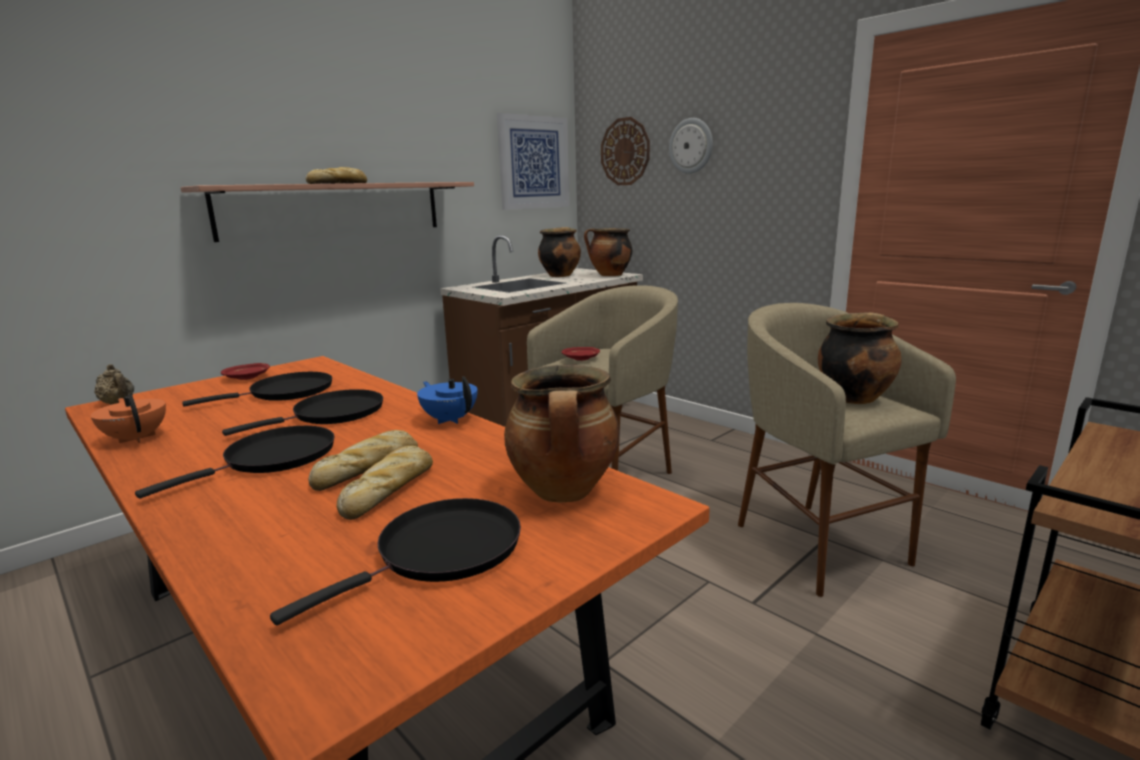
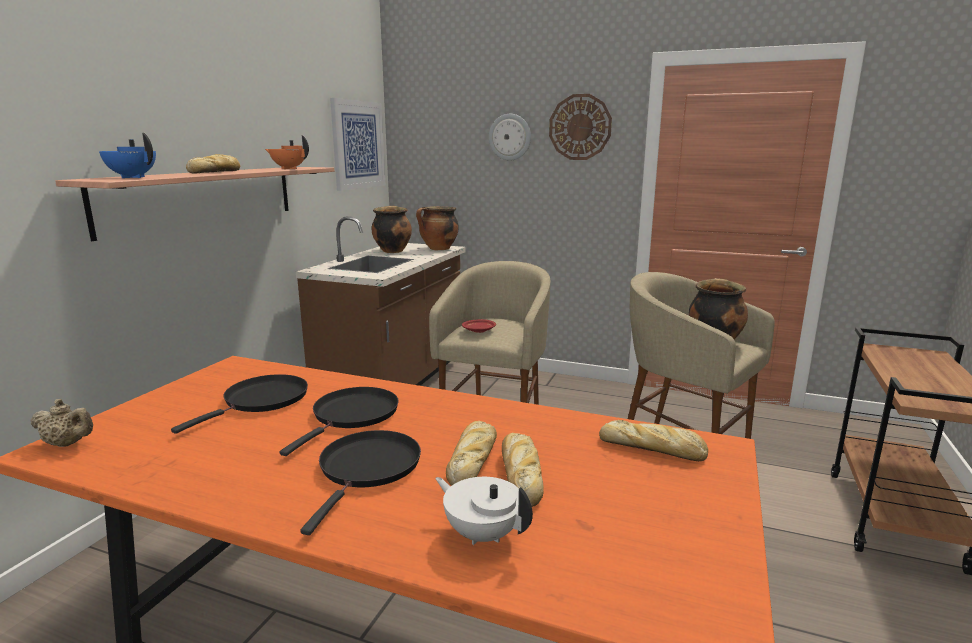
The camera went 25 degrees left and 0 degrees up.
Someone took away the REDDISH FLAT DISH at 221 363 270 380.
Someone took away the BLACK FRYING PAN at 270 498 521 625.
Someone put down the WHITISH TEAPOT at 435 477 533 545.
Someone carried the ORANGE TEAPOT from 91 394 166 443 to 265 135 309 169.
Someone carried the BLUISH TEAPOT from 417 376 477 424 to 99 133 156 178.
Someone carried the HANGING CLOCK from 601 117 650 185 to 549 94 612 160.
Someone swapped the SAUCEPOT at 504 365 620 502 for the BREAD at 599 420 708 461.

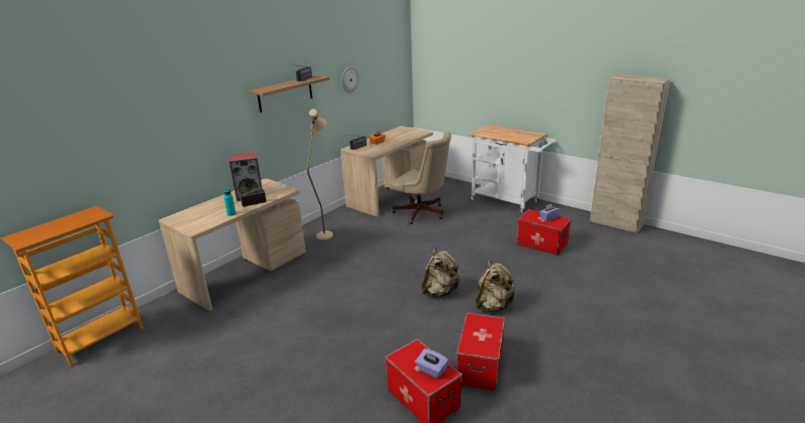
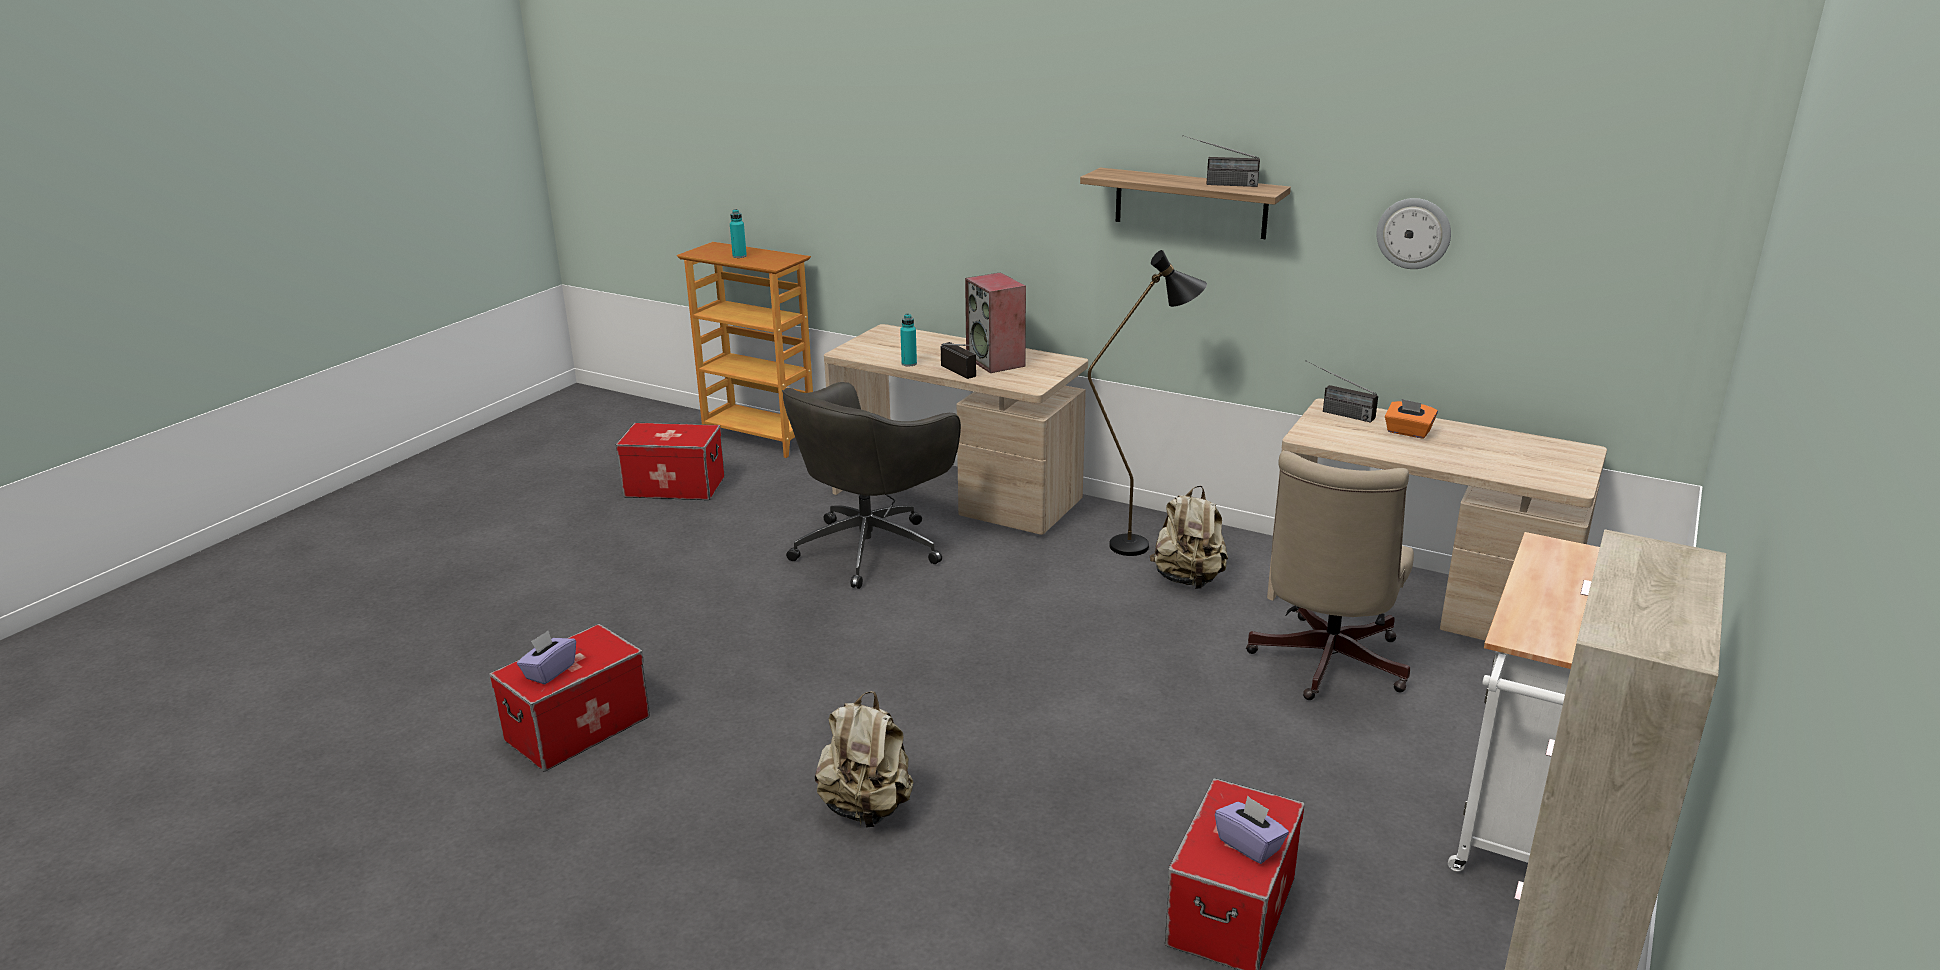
The camera went 80 degrees right and 0 degrees up.
Someone put down the TURQUOISE BEVERAGE BOTTLE at 730 209 747 258.
Someone put down the GRAY DESK CHAIR at 782 382 961 589.
Someone carried the BEIGE-COLOURED RUCKSACK from 422 248 460 297 to 1150 485 1228 589.
Someone carried the STORAGE BIN from 456 313 505 392 to 616 423 725 500.
Someone repainted the BEIGE-COLOURED STANDARD LAMP at 307 109 333 240, which became the BLACK STANDARD LAMP at 1088 250 1207 556.

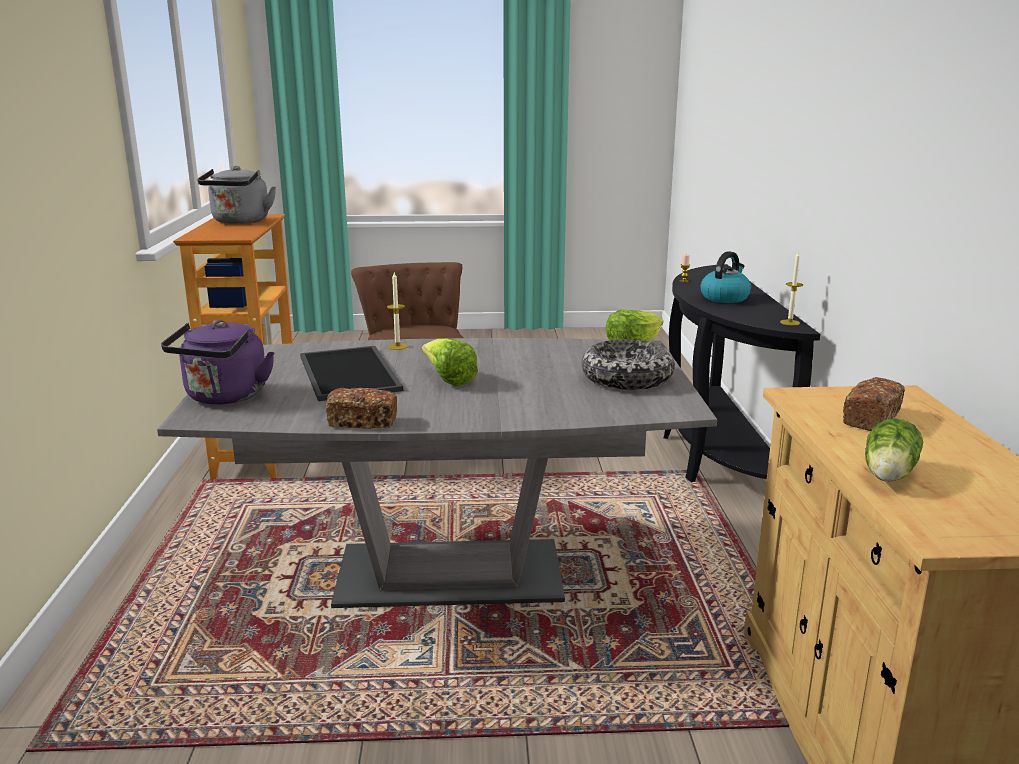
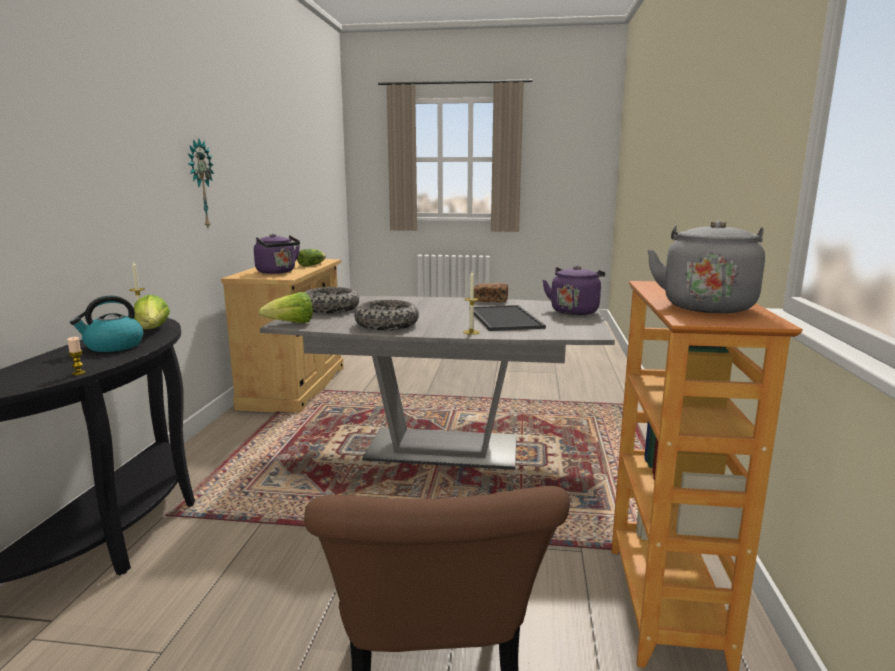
The camera went 170 degrees left and 5 degrees down.
Someone put up the HANGING CLOCK at 188 139 214 228.
Someone put down the SERVING BOWL at 354 300 419 330.
Someone carried the HEAD OF LETTUCE from 422 338 478 386 to 134 295 170 329.
Someone swapped the BREAD at 843 377 905 431 for the PURPLE-COLOURED TEA KETTLE at 254 234 300 274.

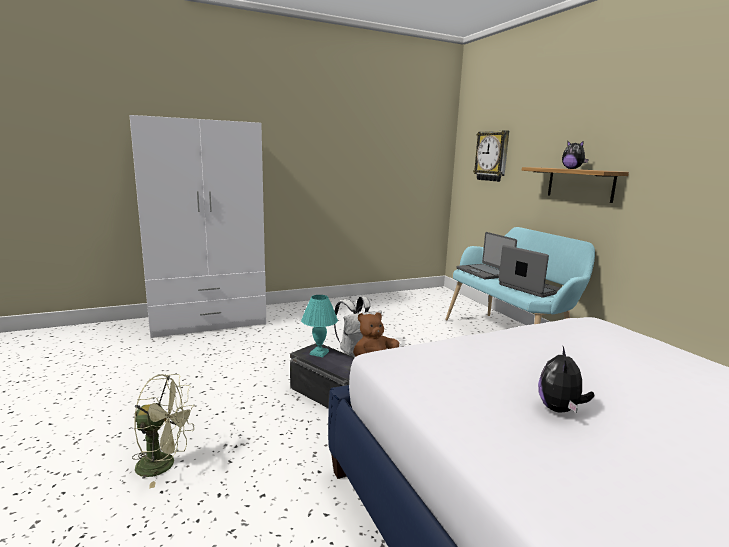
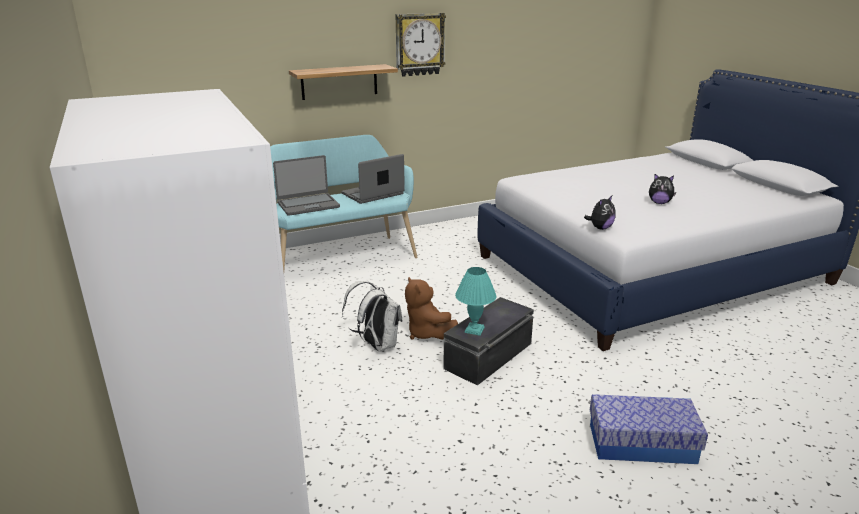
The camera went 90 degrees left and 10 degrees up.
Someone carried the HANGING CLOCK from 473 130 509 182 to 395 13 446 77.
Someone carried the CUDDLY TOY from 562 141 589 169 to 584 196 616 230.
Someone swapped the GREEN COOLING FAN at 132 374 196 488 for the STORAGE BIN at 590 394 708 464.

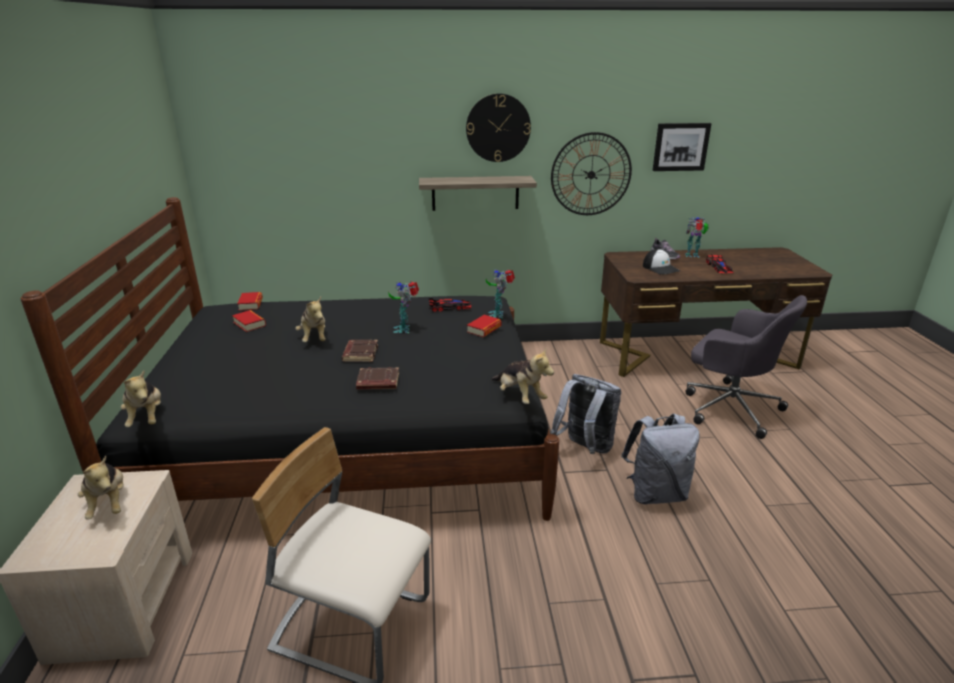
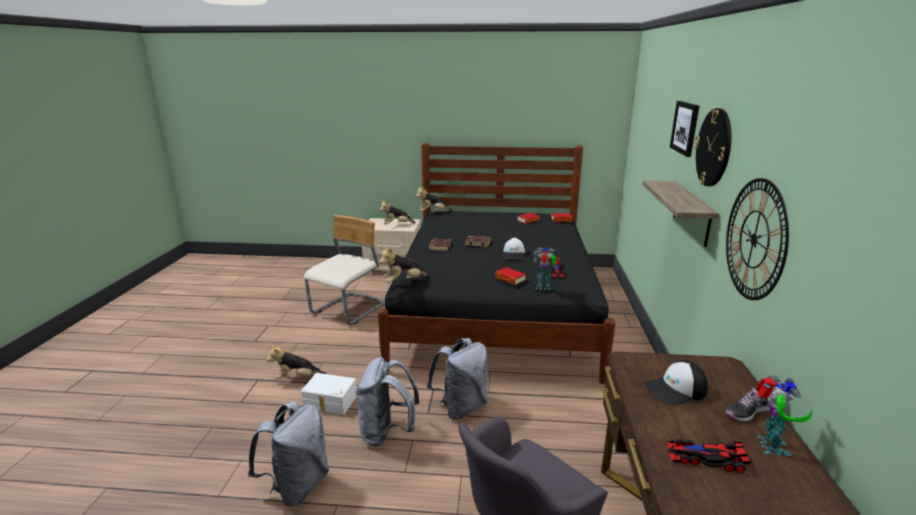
The camera went 100 degrees right and 5 degrees down.
Someone put down the GRAY RUCKSACK at 248 401 329 506.
Someone put down the WHITISH STORAGE BIN at 301 373 357 415.
Someone carried the CUDDLY TOY from 295 297 326 342 to 267 345 327 379.
Someone carried the WALL ART from 652 123 711 171 to 670 101 699 157.
Someone swapped the MODEL ROBOT at 389 282 419 333 for the CAP at 502 237 526 260.

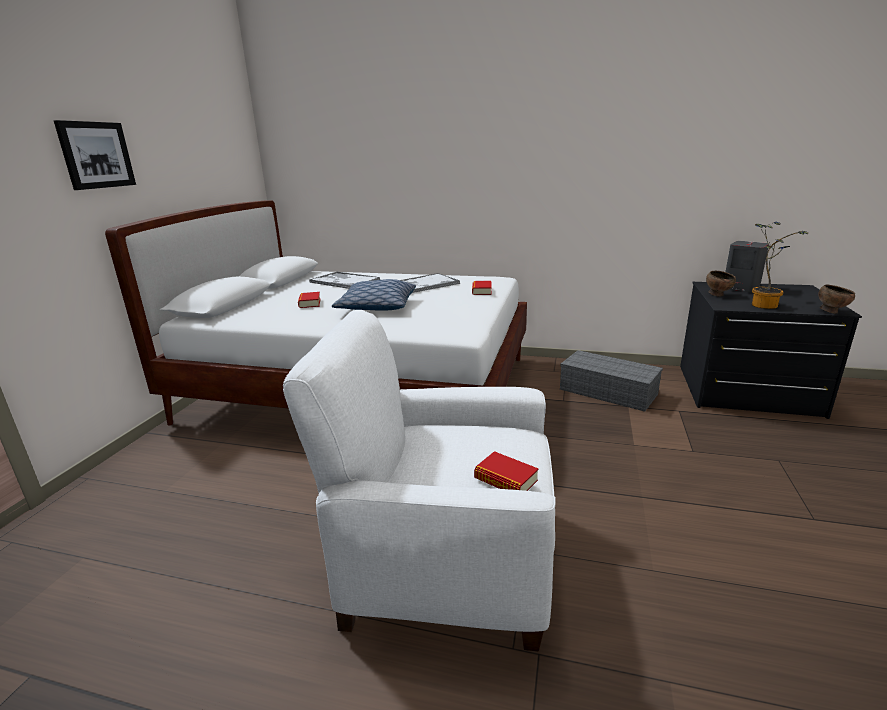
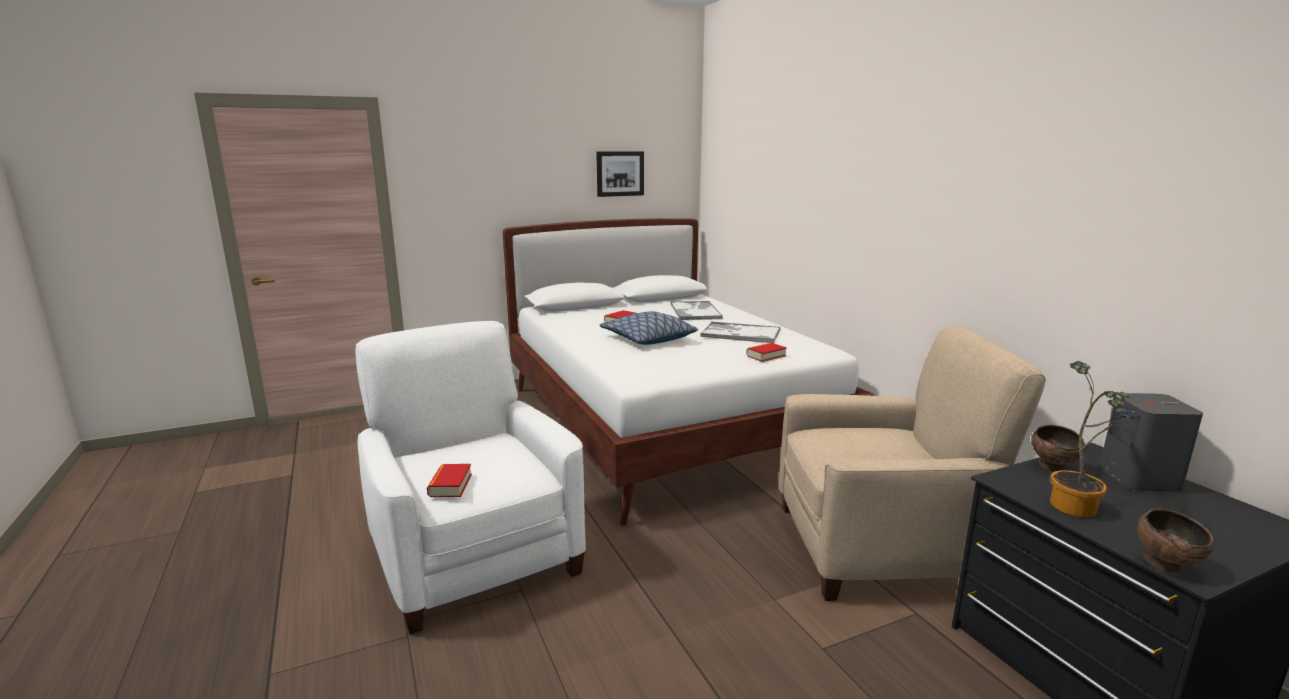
The camera went 50 degrees right and 5 degrees down.
Someone carried the WALL ART from 54 120 136 190 to 596 151 644 197.
Someone swapped the GRAY STORAGE BIN at 560 350 663 412 for the BEIGE-COLOURED ARMCHAIR at 779 326 1046 601.

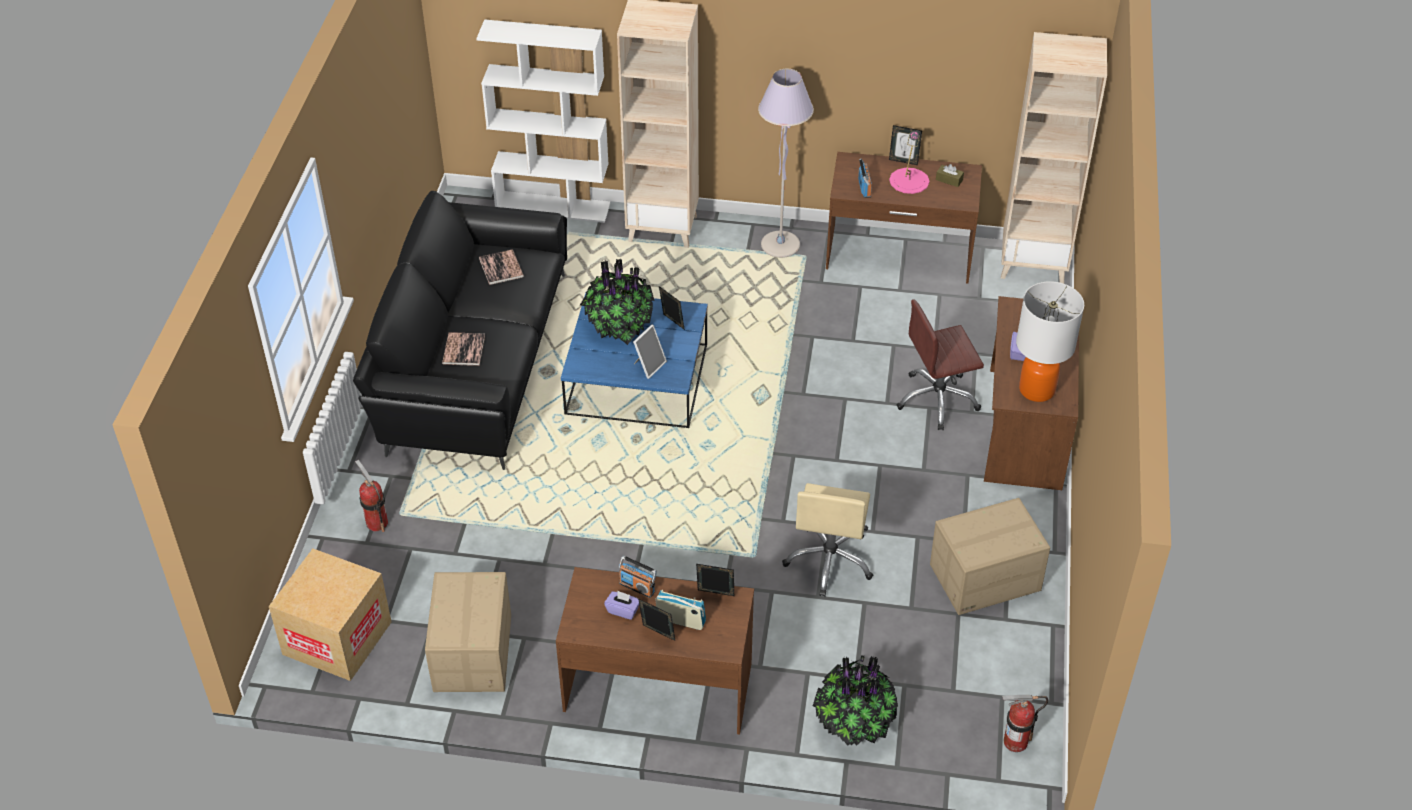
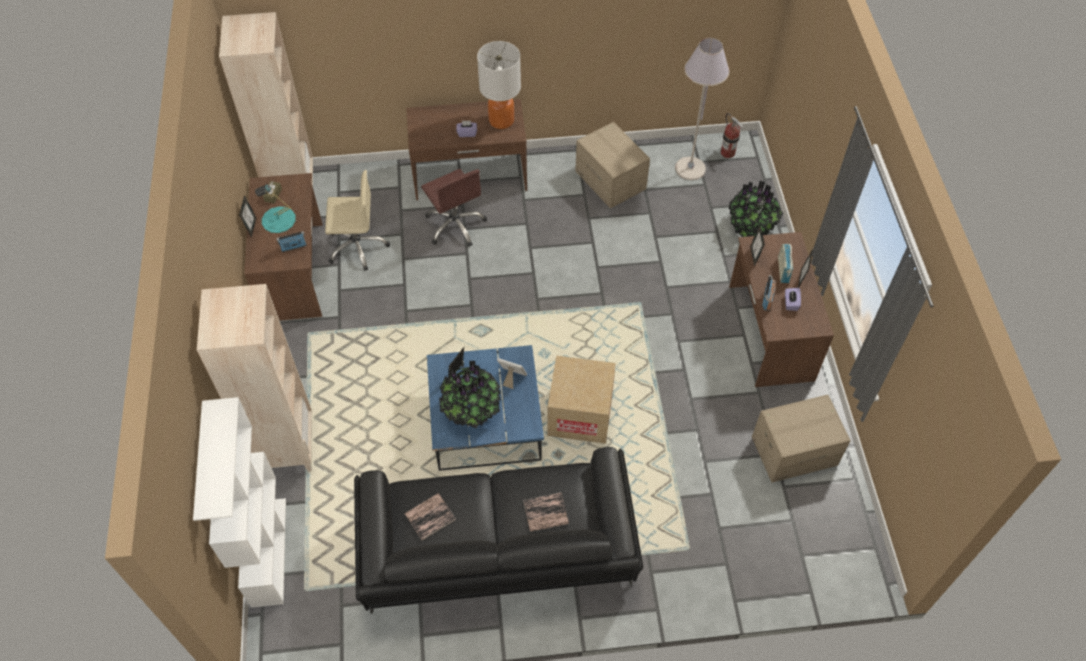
The camera went 105 degrees left and 10 degrees up.
Someone took away the EXTINGUISHER at 355 460 388 532.
Someone carried the CARDBOARD BOX from 269 549 392 681 to 547 355 616 444.
Someone carried the GRAY STANDARD LAMP from 758 69 814 258 to 675 38 729 180.
Someone carried the BEIGE-COLOURED DESK CHAIR from 782 483 873 597 to 325 170 390 271.
Someone repainted the PINK-COLOURED TABLE LAMP at 889 130 930 194, which became the TURQUOISE TABLE LAMP at 255 184 296 233.

